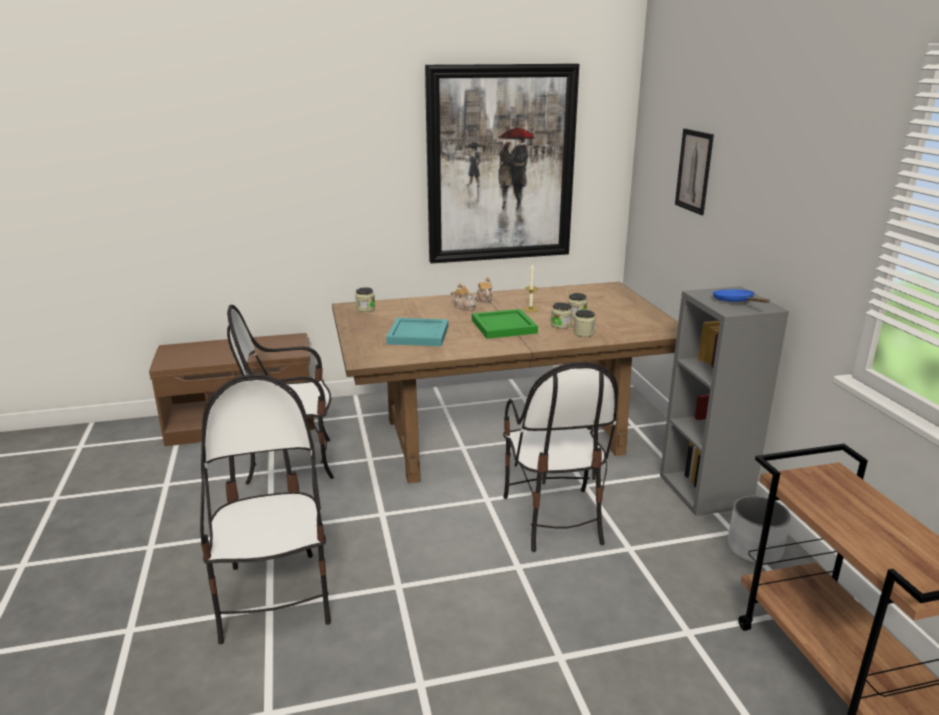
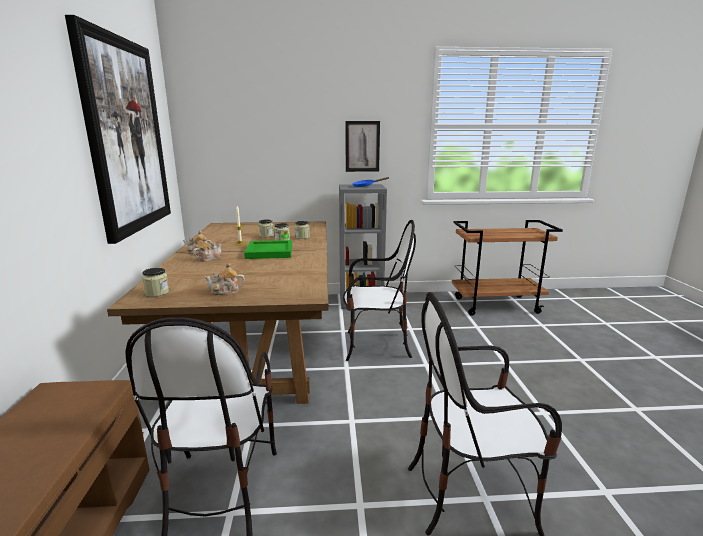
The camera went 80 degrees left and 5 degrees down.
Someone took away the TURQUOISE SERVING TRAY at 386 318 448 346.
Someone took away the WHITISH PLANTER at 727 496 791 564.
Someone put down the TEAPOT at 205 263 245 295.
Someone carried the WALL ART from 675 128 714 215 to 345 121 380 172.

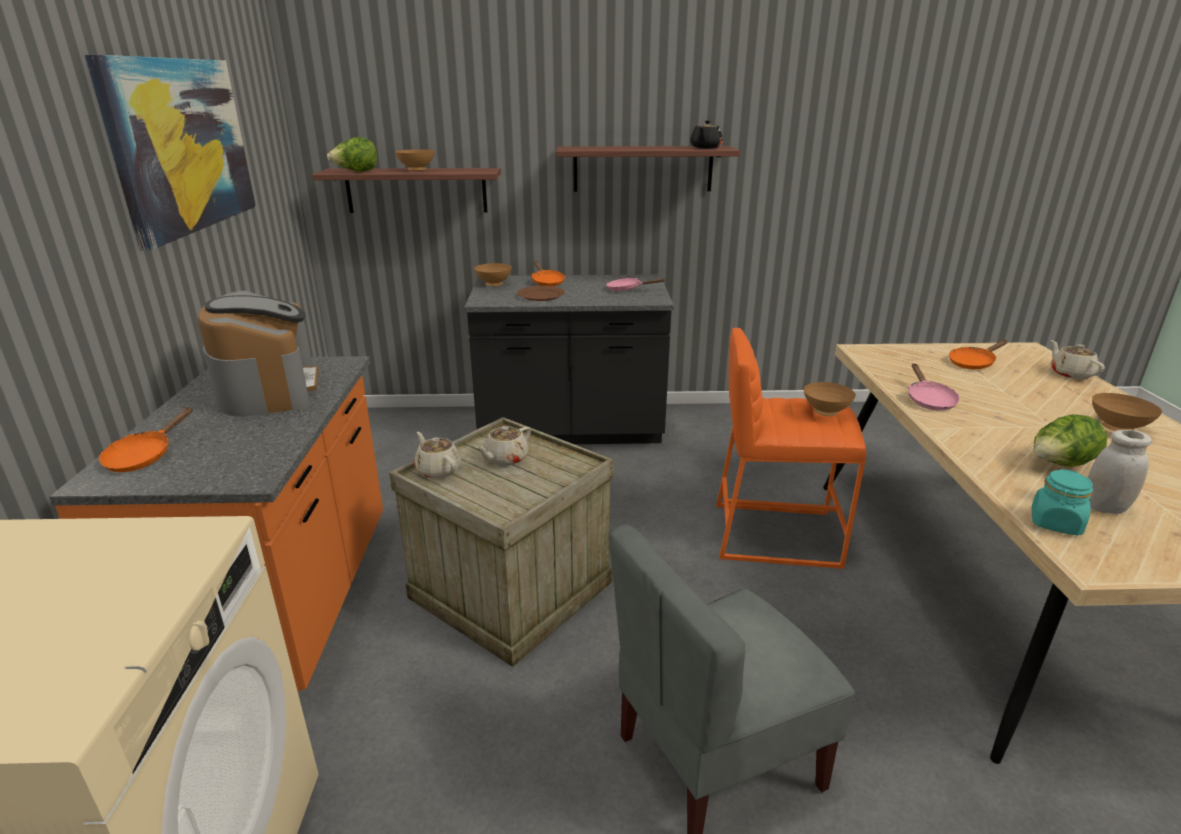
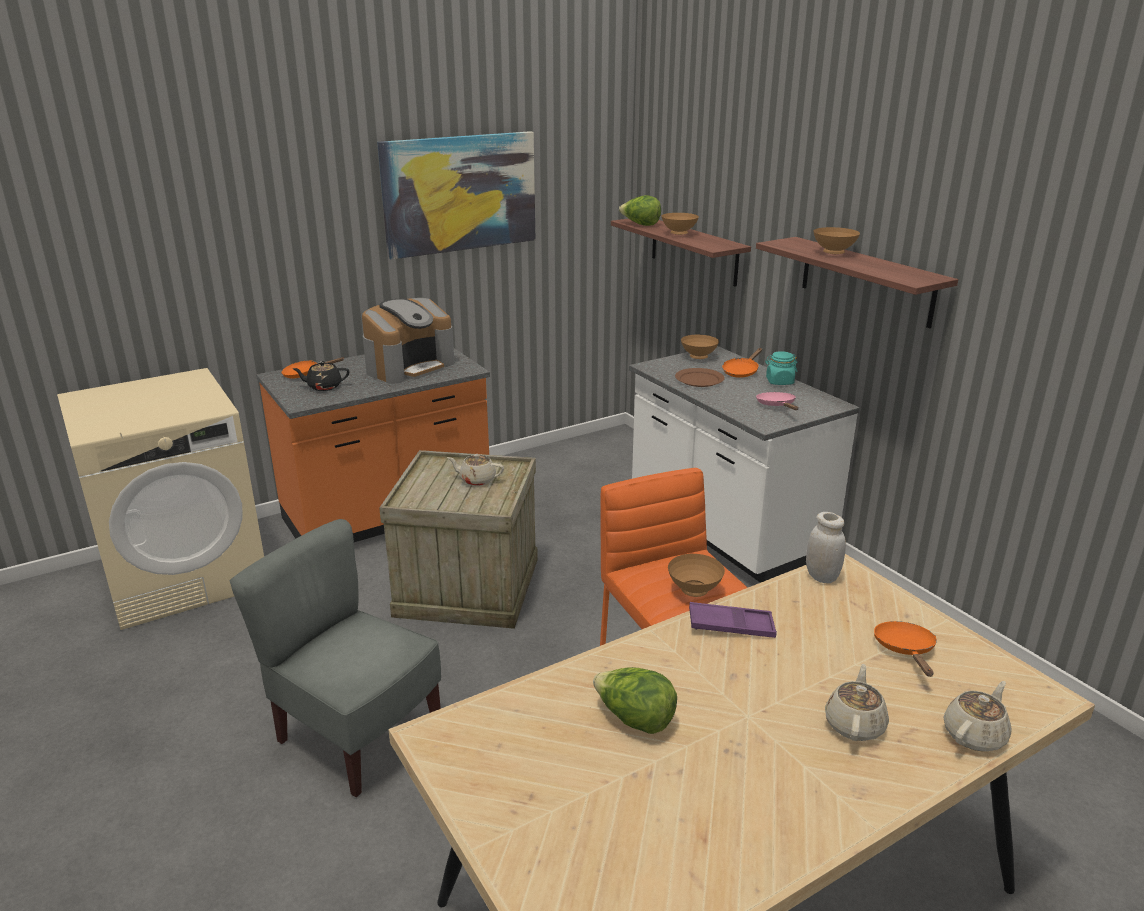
The camera went 60 degrees right and 0 degrees up.
Someone carried the BEIGE-COLOURED TEAPOT from 414 432 461 478 to 825 664 889 741.
Someone carried the BLACK TEAPOT from 690 120 723 148 to 293 361 350 391.
Someone carried the TURQUOISE PRESERVE JAR from 1032 469 1093 535 to 765 351 798 385.
Someone carried the WHITISH PRESERVE JAR from 1088 430 1152 514 to 806 512 846 583.
Someone carried the BROWNISH SERVING BOWL from 1092 393 1162 431 to 813 227 860 254.
Someone swapped the PINK-COLOURED FRYING PAN at 908 364 960 410 for the PURPLE-COLOURED SERVING TRAY at 689 602 777 638.
Someone repainted the BLACK KITCHEN COUNTER at 464 275 674 444, which became the WHITISH KITCHEN COUNTER at 629 346 860 583.
Someone rotated the ORANGE FRYING PAN at 949 340 1008 369 by 60 degrees clockwise.

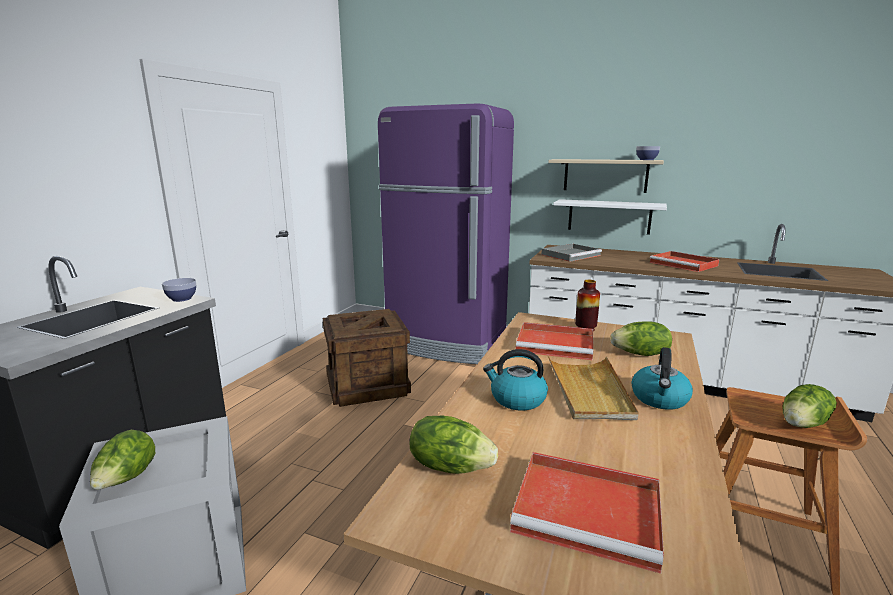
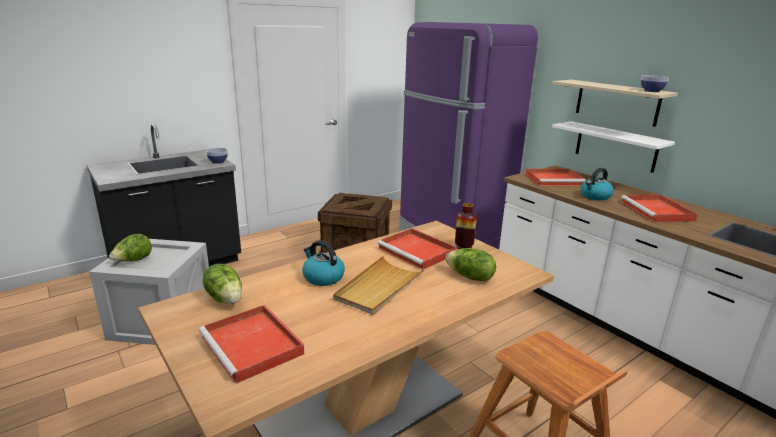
The camera went 30 degrees right and 5 degrees up.
Someone took away the HEAD OF LETTUCE at 783 384 837 428.
Someone carried the TEA KETTLE from 632 347 693 410 to 580 168 614 201.
Someone repainted the GRAY SERVING TRAY at 541 244 602 262, which became the REDDISH SERVING TRAY at 525 168 586 186.

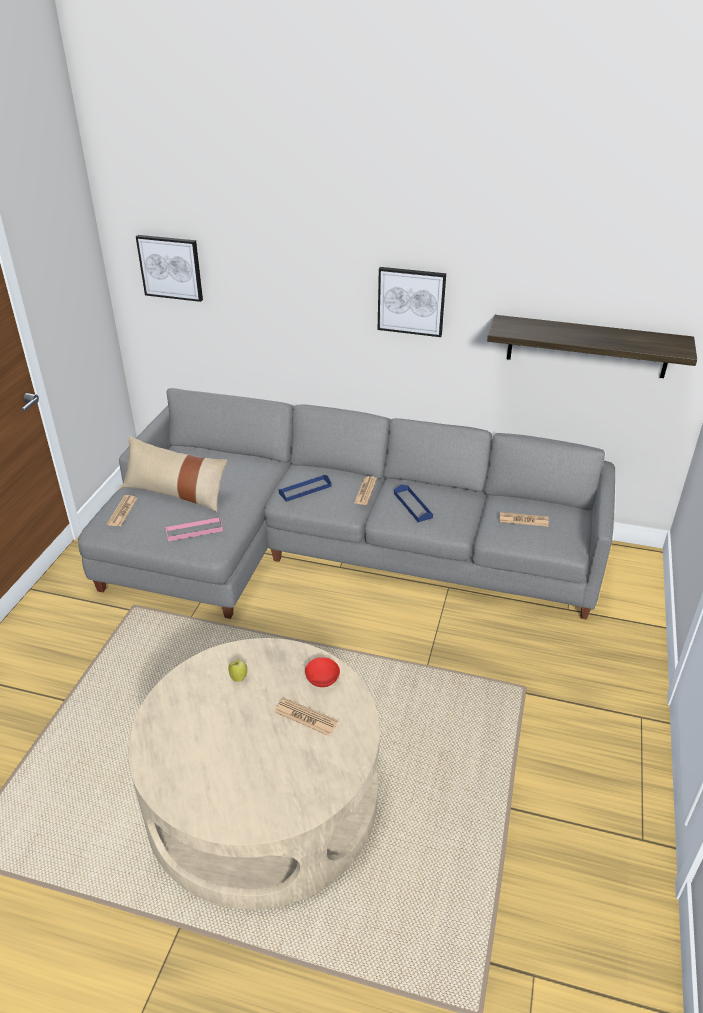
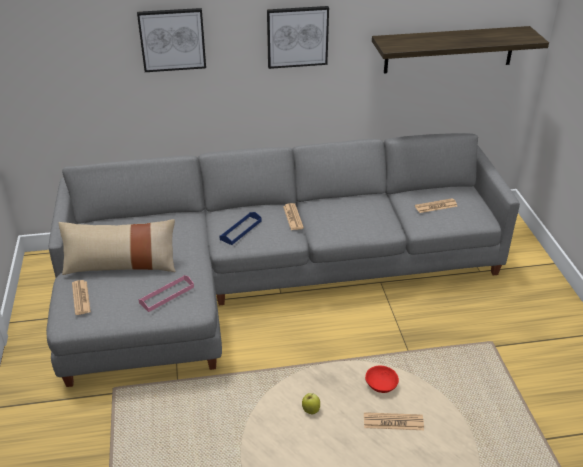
The camera went 25 degrees left and 0 degrees up.
Someone took away the BLUISH SERVING TRAY at 394 484 433 522.
Someone carried the WALL ART from 136 235 203 302 to 137 8 206 72.

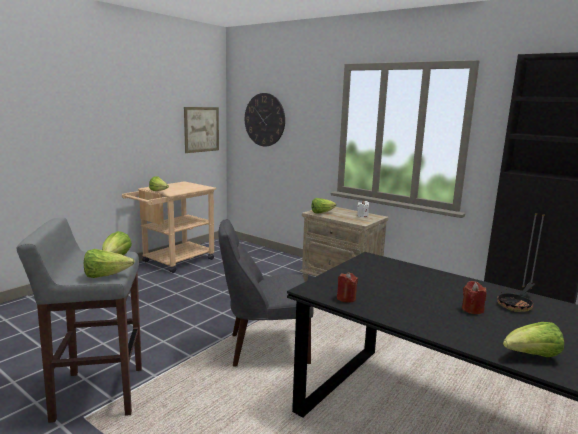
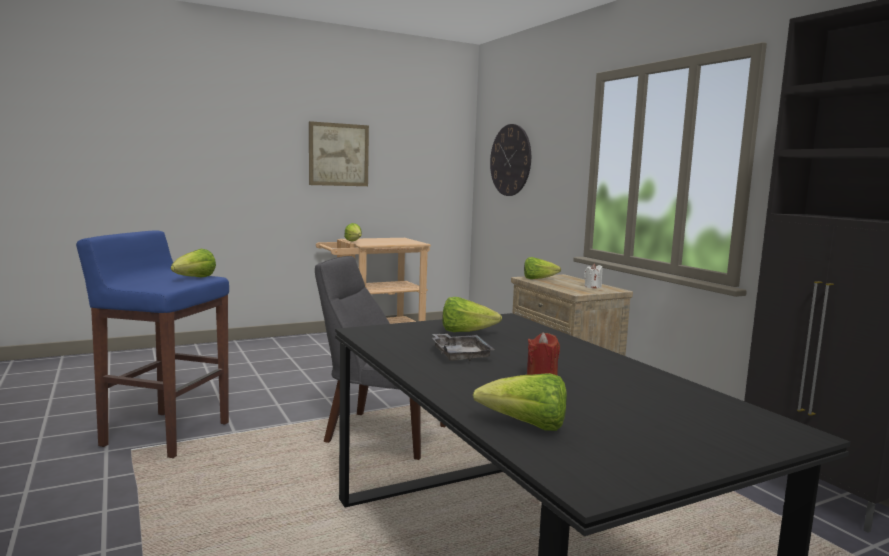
The camera went 25 degrees right and 5 degrees down.
Someone took away the REDDISH CANDLE at 337 272 358 303.
Someone took away the FRYING PAN at 497 283 535 312.
Someone put down the GRAY SERVING TRAY at 433 334 495 361.
Someone carried the HEAD OF LETTUCE from 84 249 135 278 to 443 297 502 332.
Someone carried the WALL ART from 184 107 219 153 to 309 121 369 186.
Someone repainted the GRAY STOOL at 16 217 142 423, which became the BLUISH STOOL at 76 230 229 458.

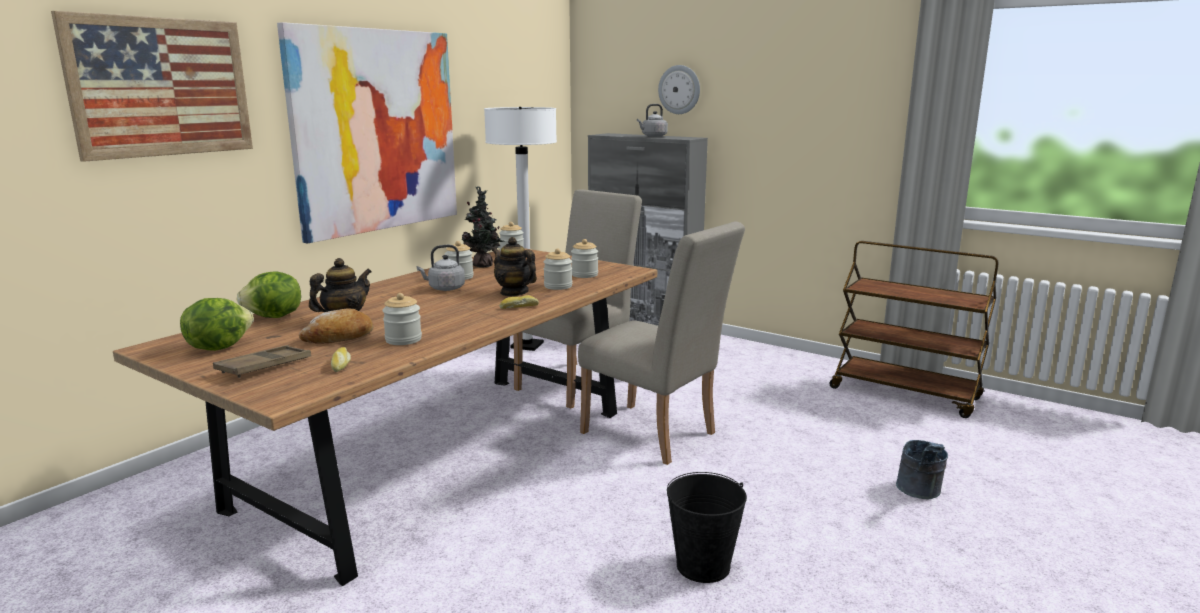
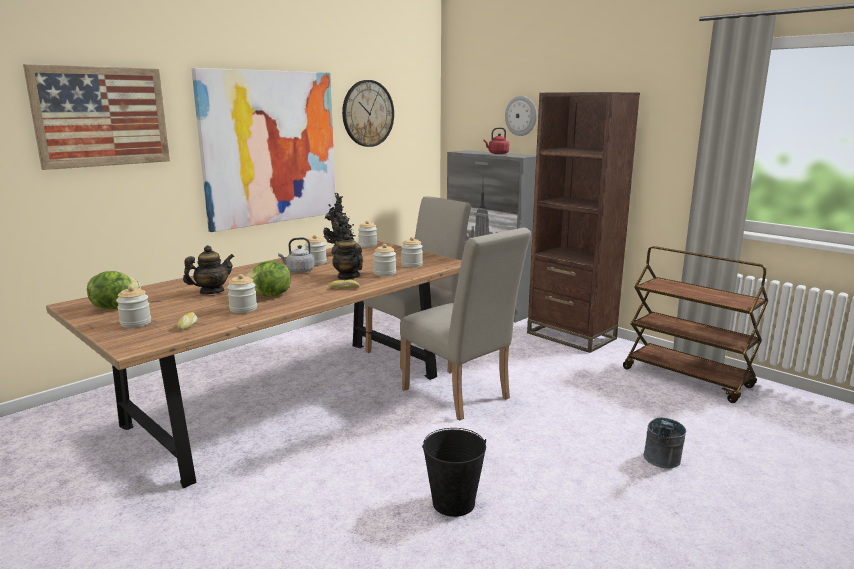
The camera went 10 degrees right and 0 degrees up.
Someone took away the BREAD at 299 308 373 344.
Someone took away the WHITISH STANDARD LAMP at 484 107 557 351.
Someone put up the HANGING CLOCK at 342 80 394 147.
Someone put down the BROWNISH BOOKCASE at 527 92 640 353.
Someone carried the HEAD OF LETTUCE from 237 272 301 318 to 246 261 291 297.
Someone swapped the BROWNISH SERVING TRAY at 213 345 311 378 for the PRESERVE JAR at 116 286 151 328.
Someone repainted the GRAY TEA KETTLE at 637 104 668 137, which became the REDDISH TEA KETTLE at 483 127 509 154.

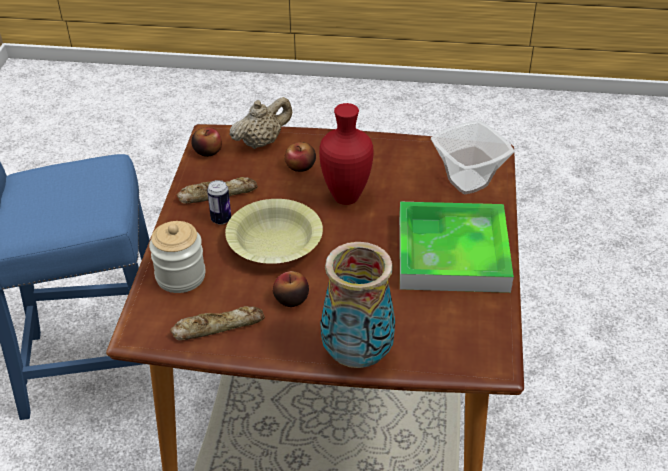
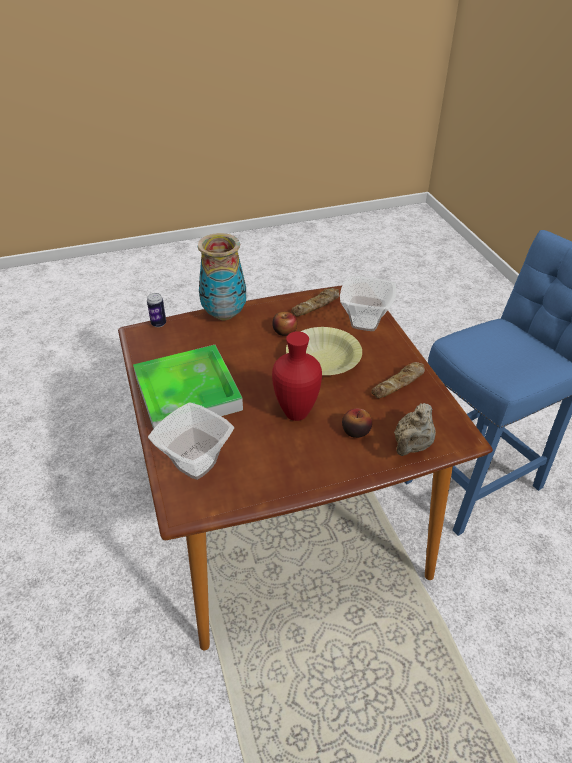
The camera went 155 degrees right and 0 degrees up.
Someone took away the WHOLE APPLE at 191 127 222 157.
Someone carried the SEALED CAN from 207 180 231 225 to 147 293 166 327.
Someone swapped the PRESERVE JAR at 149 221 206 293 for the SERVING BOWL at 340 276 396 331.

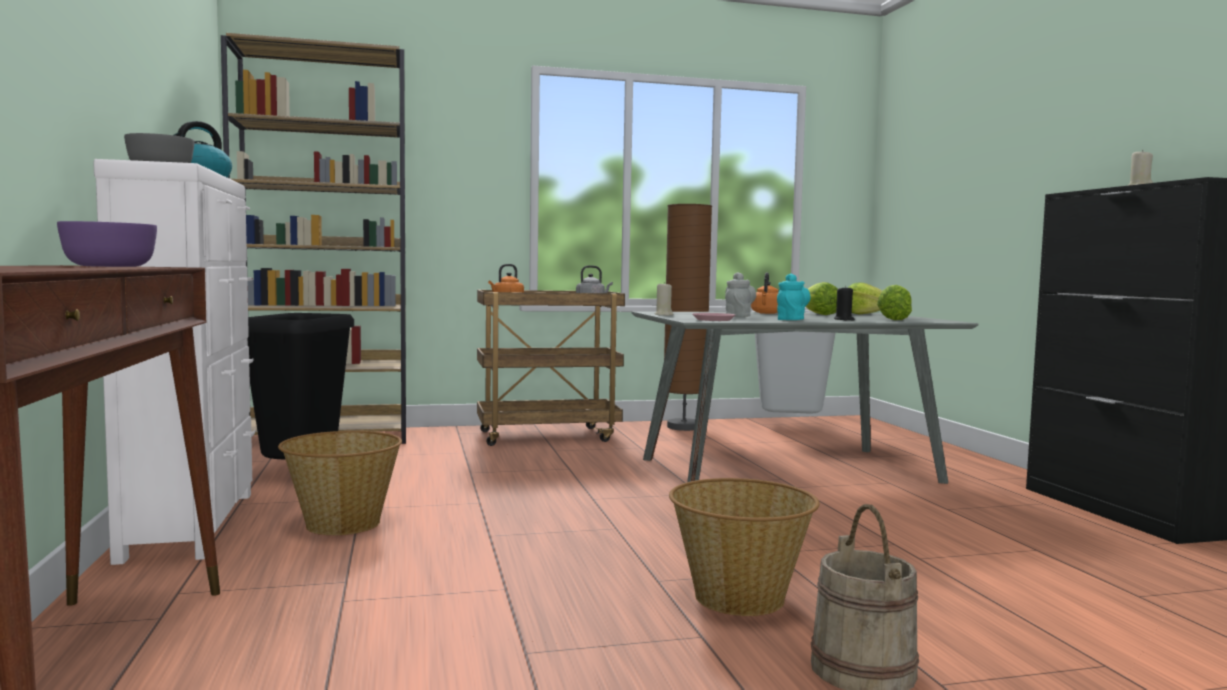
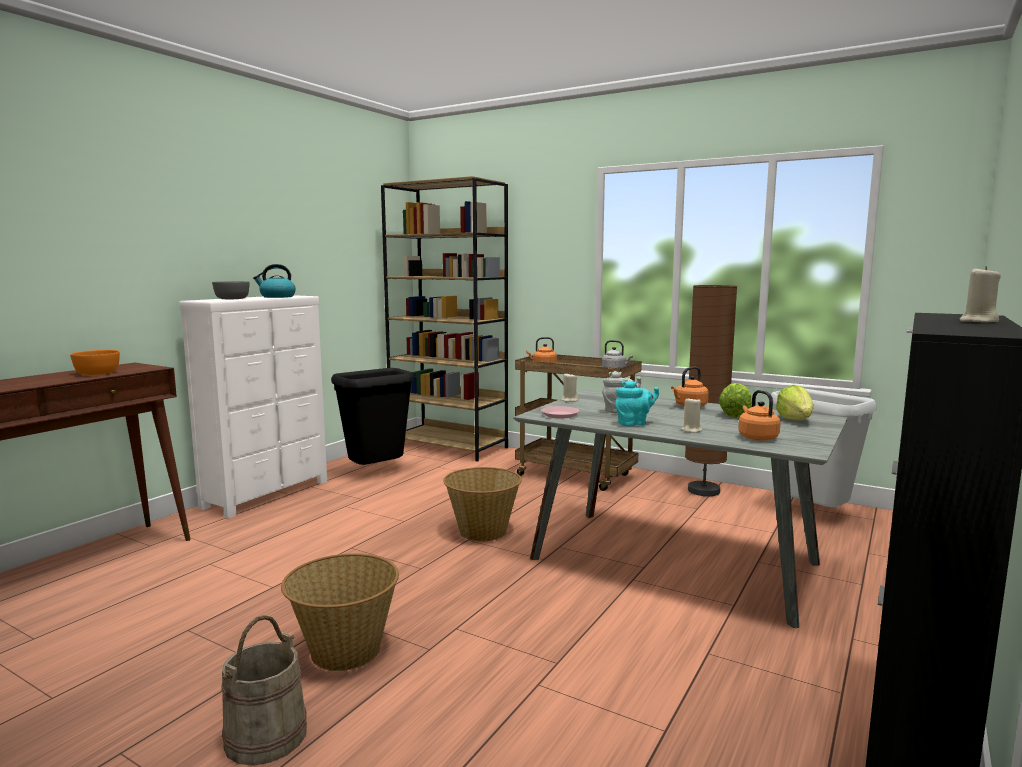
The camera went 45 degrees right and 5 degrees up.
Someone carried the STORAGE BASKET from 278 431 402 535 to 443 467 522 541.
Someone swapped the HEAD OF LETTUCE at 877 285 912 320 for the ORANGE TEA KETTLE at 738 390 781 441.
Someone repainted the PURPLE-COLOURED SERVING BOWL at 57 221 157 267, which became the ORANGE SERVING BOWL at 70 350 120 375.
Someone repainted the BLACK CANDLE at 834 286 855 321, which became the BEIGE-COLOURED CANDLE at 681 397 702 433.

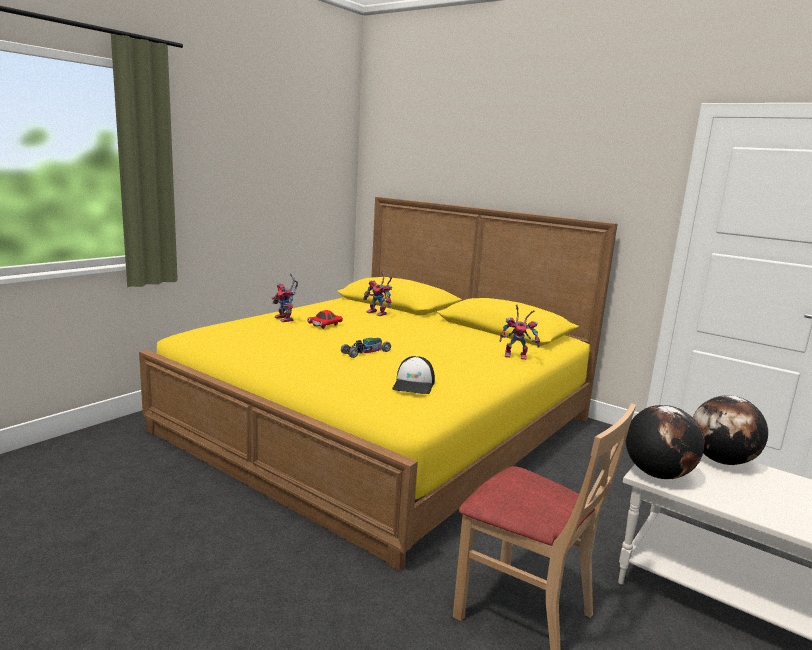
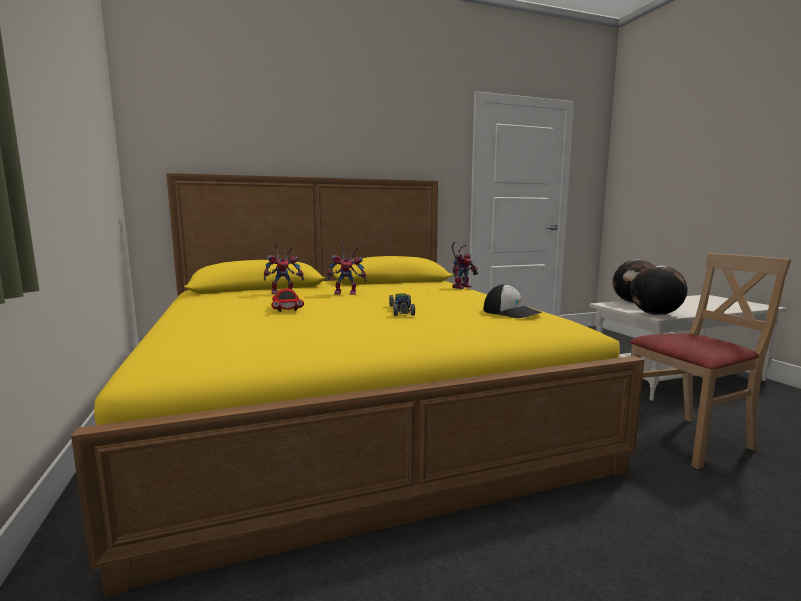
The camera went 55 degrees left and 5 degrees down.
Someone carried the MODEL ROBOT from 272 273 298 322 to 327 243 367 295.

